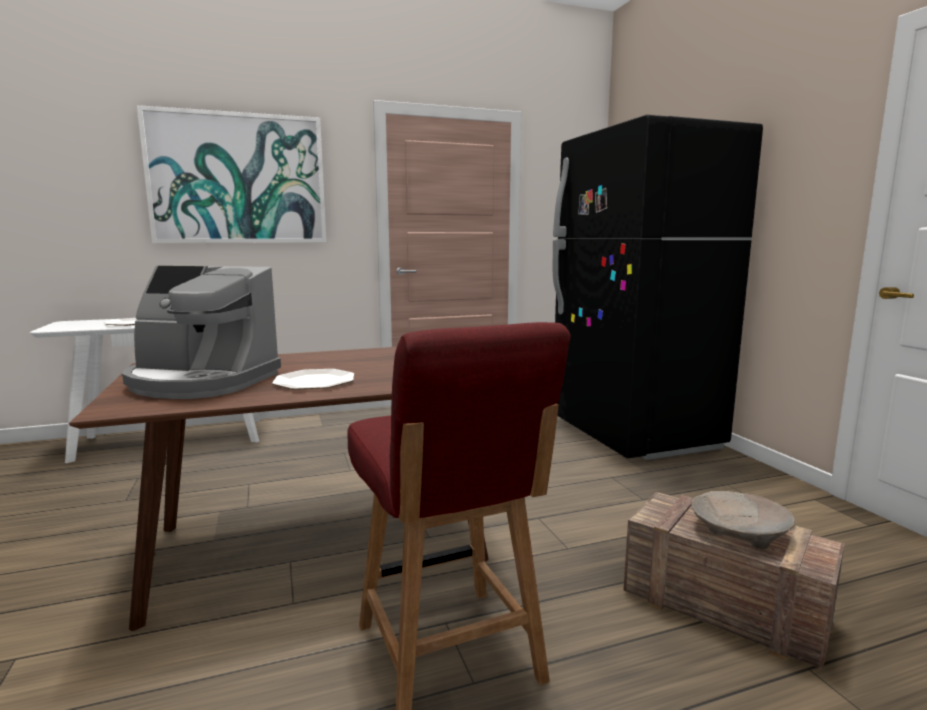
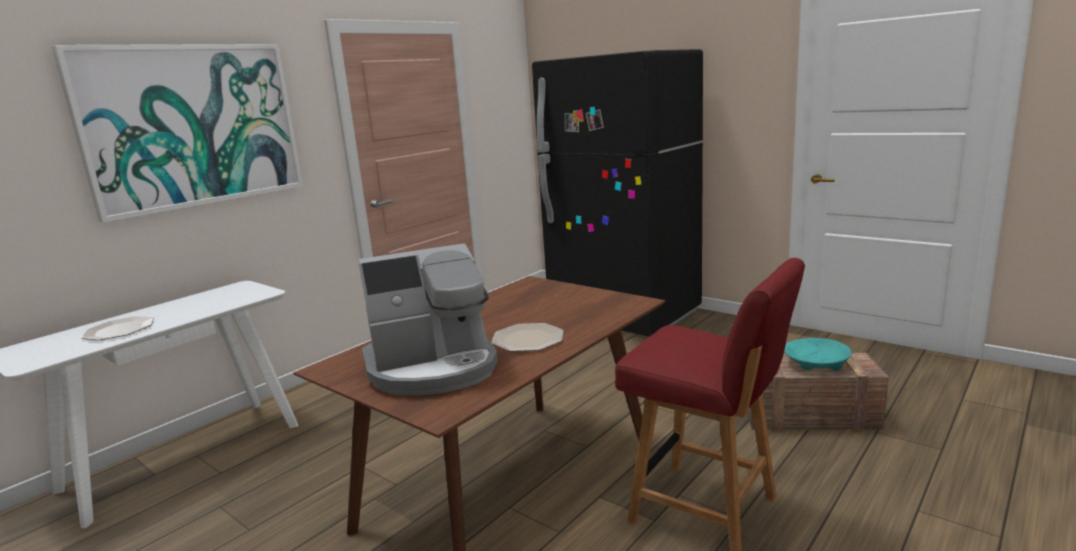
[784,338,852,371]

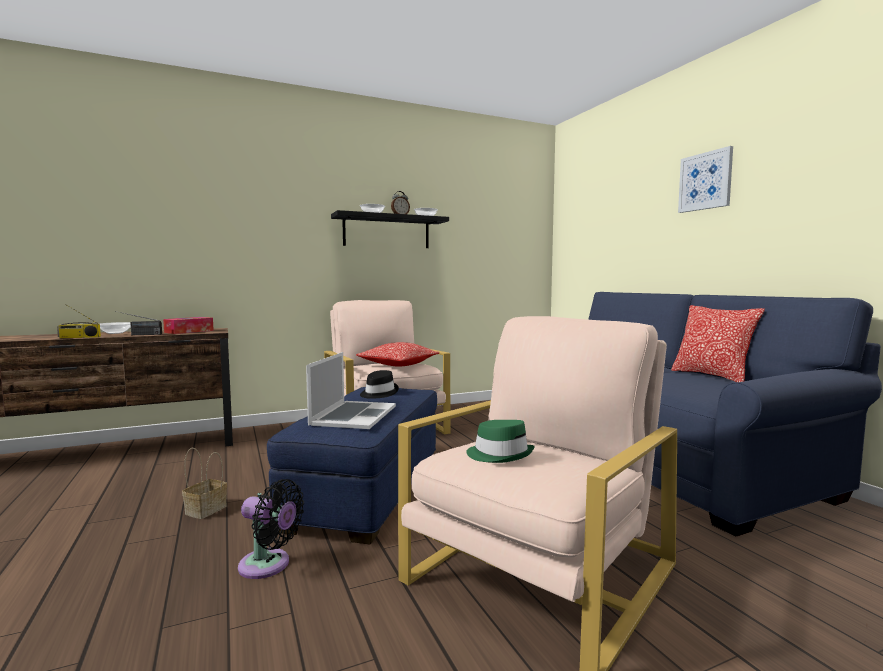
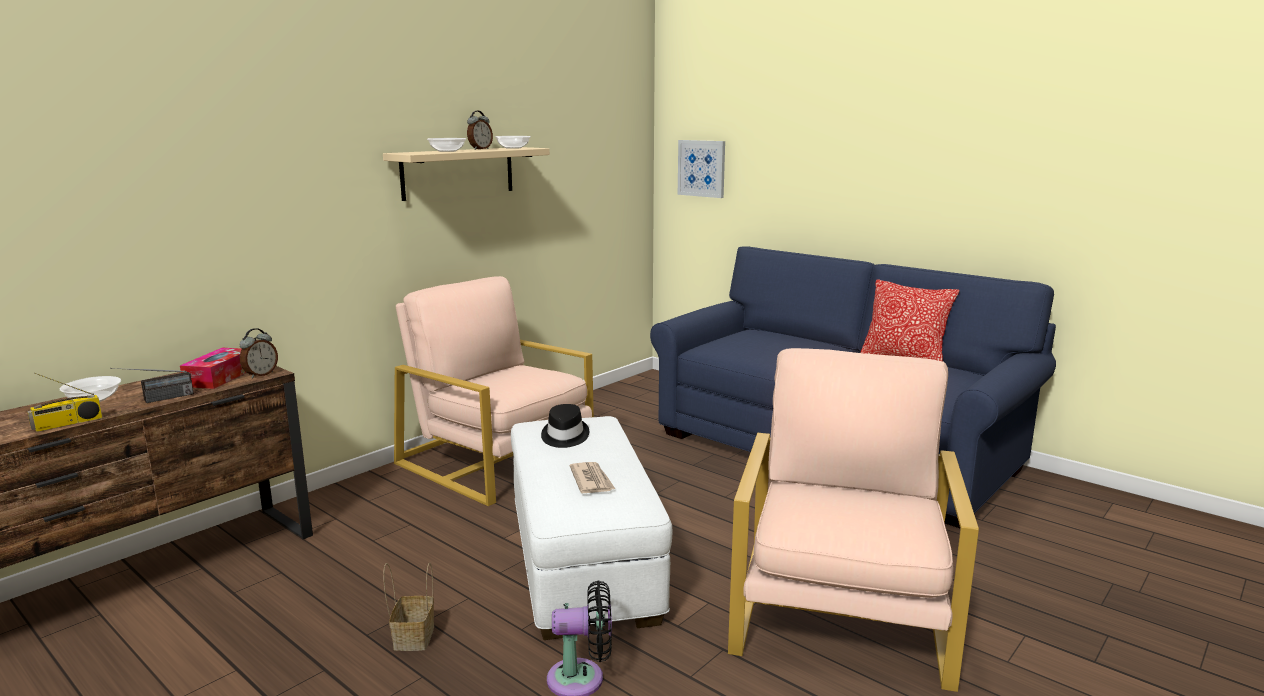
[240,328,278,379]
[383,147,550,201]
[511,416,673,640]
[570,462,615,493]
[678,140,725,198]
[356,342,439,367] (first image)
[466,420,535,463] (first image)

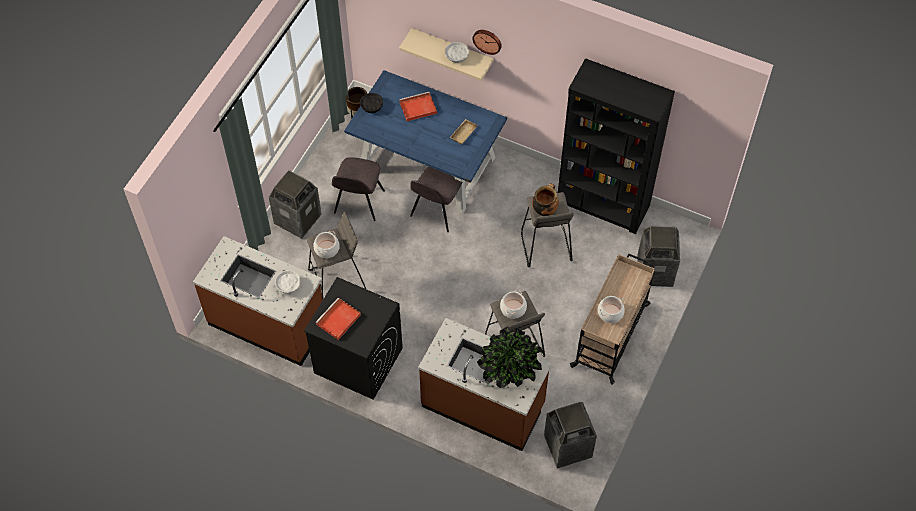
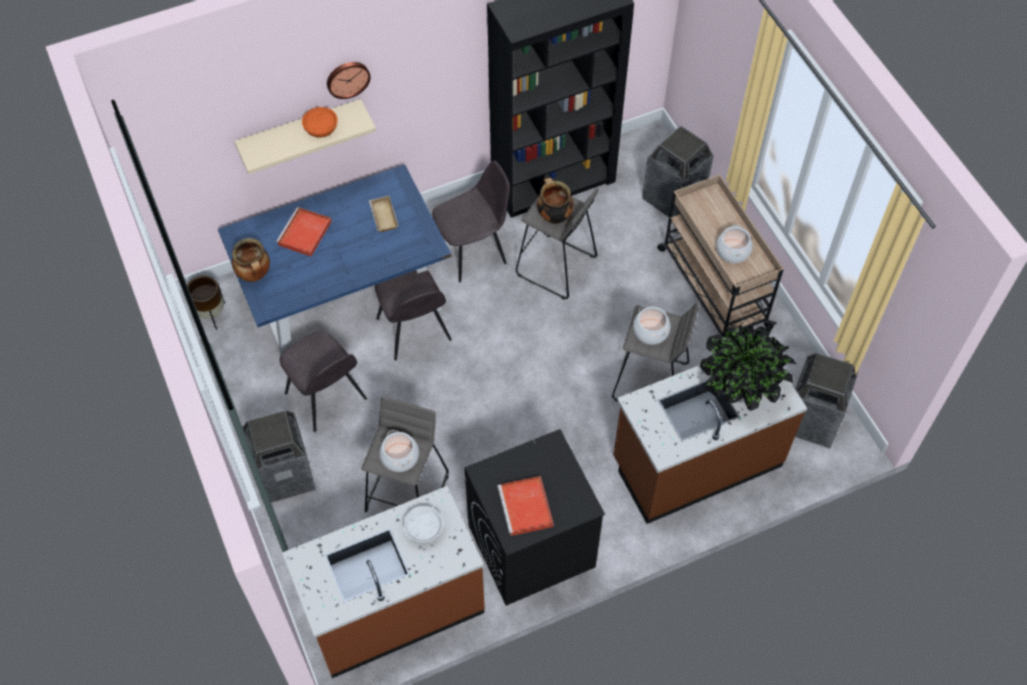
[232,238,270,282]
[302,107,338,137]
[432,160,510,282]

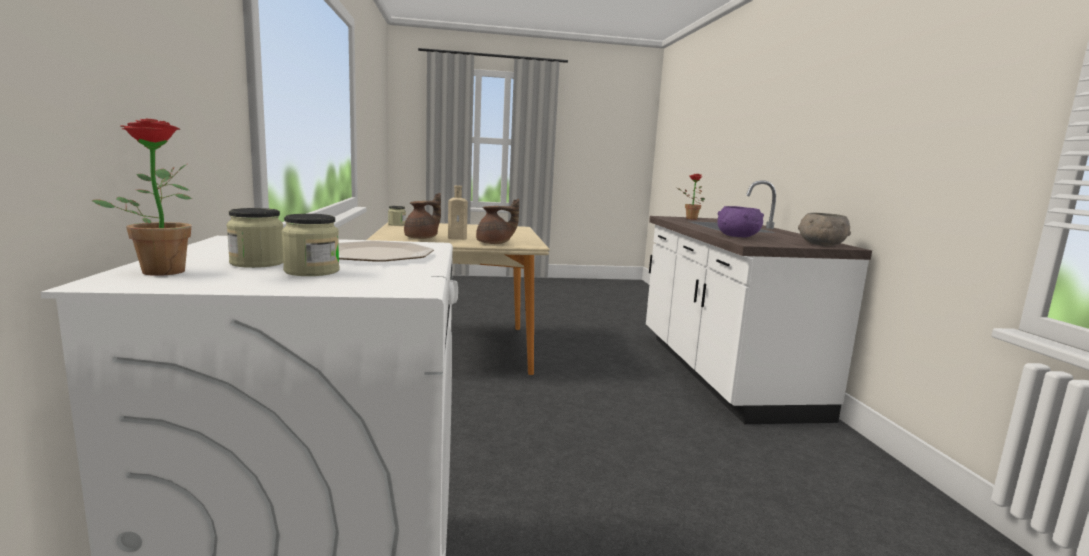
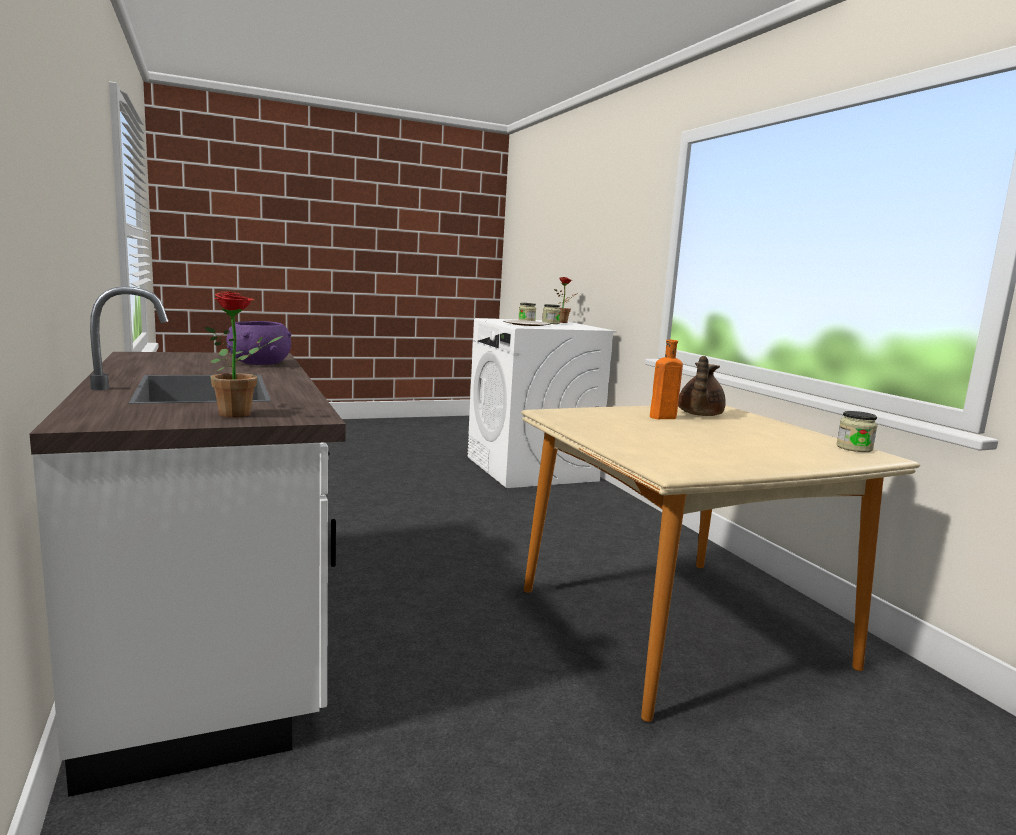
[650,340,683,419]
[476,199,519,244] (first image)
[798,213,851,246] (first image)

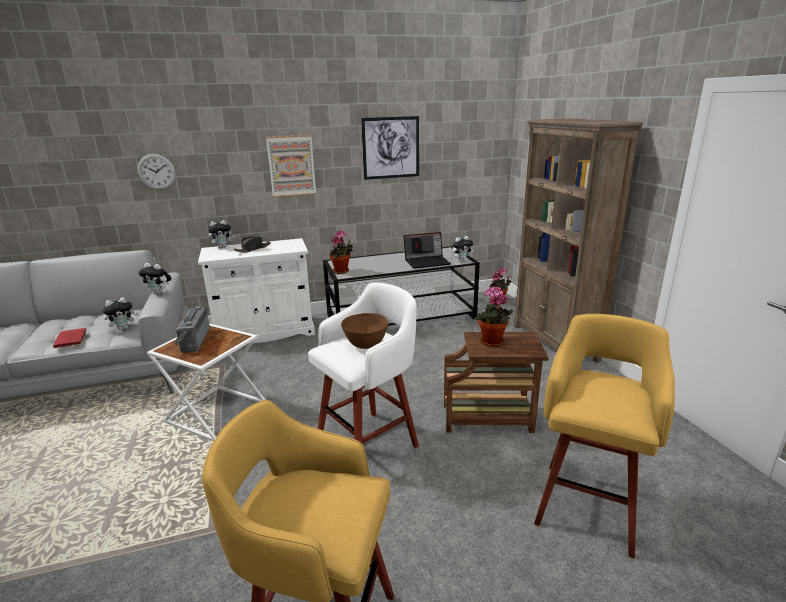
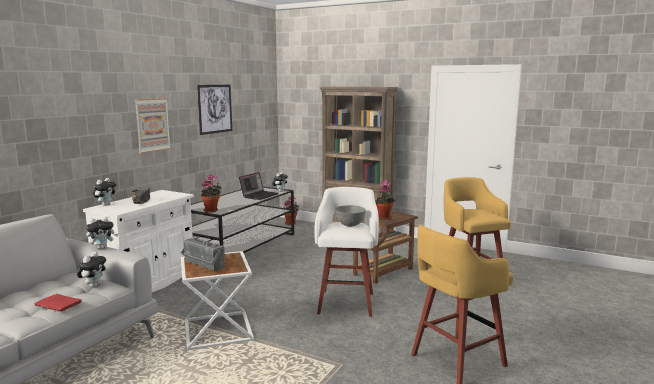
[335,205,366,227]
[137,154,176,190] (first image)

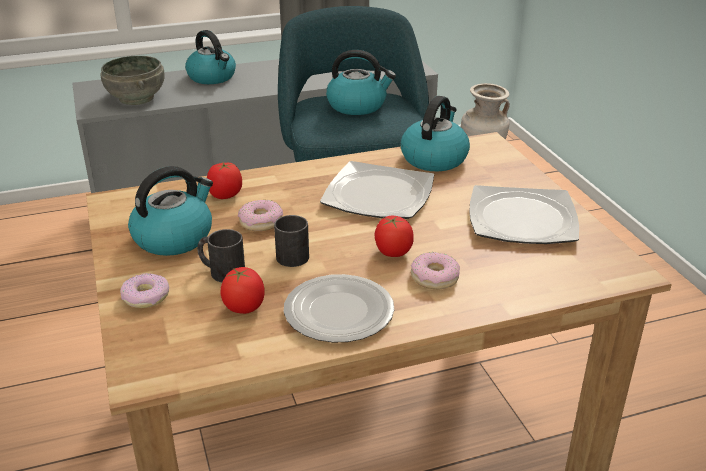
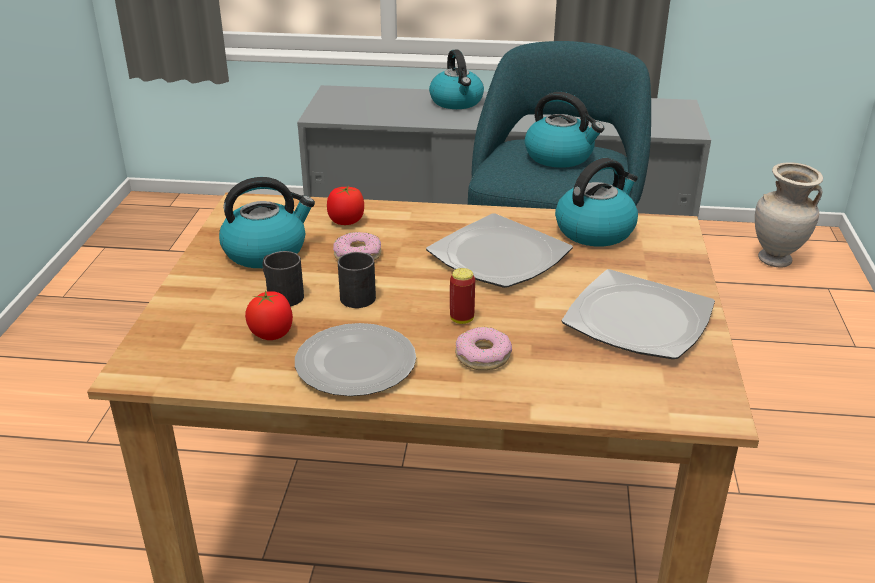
[450,268,475,324]
[101,56,165,105] (first image)
[120,273,169,308] (first image)

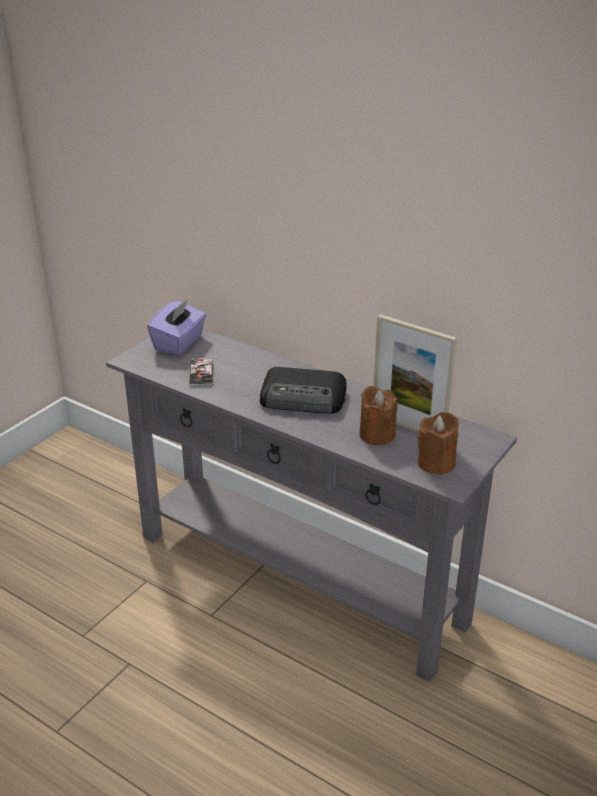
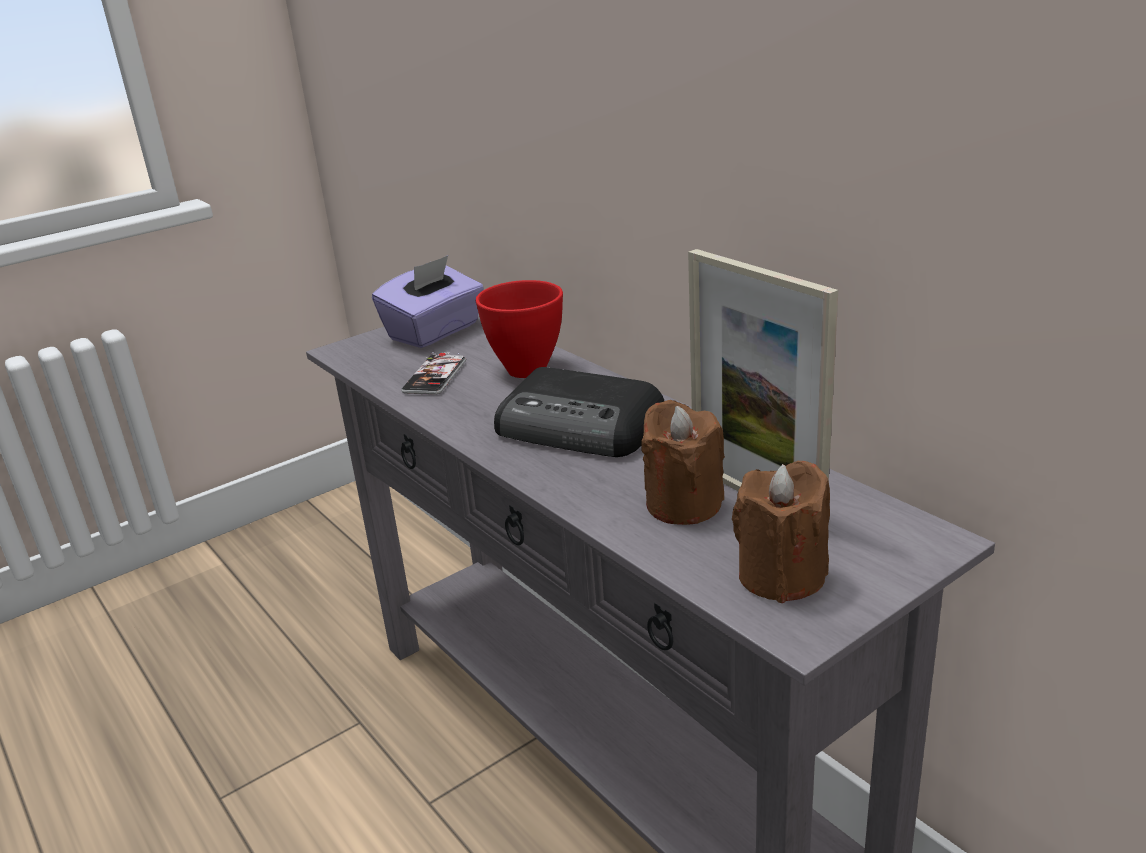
[476,280,563,378]

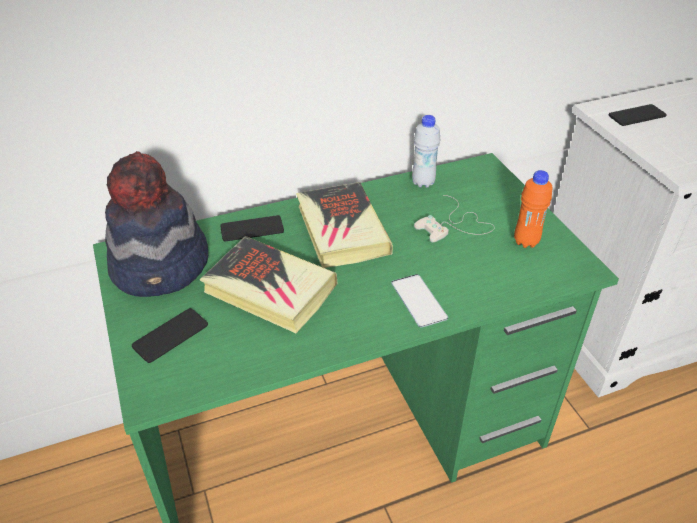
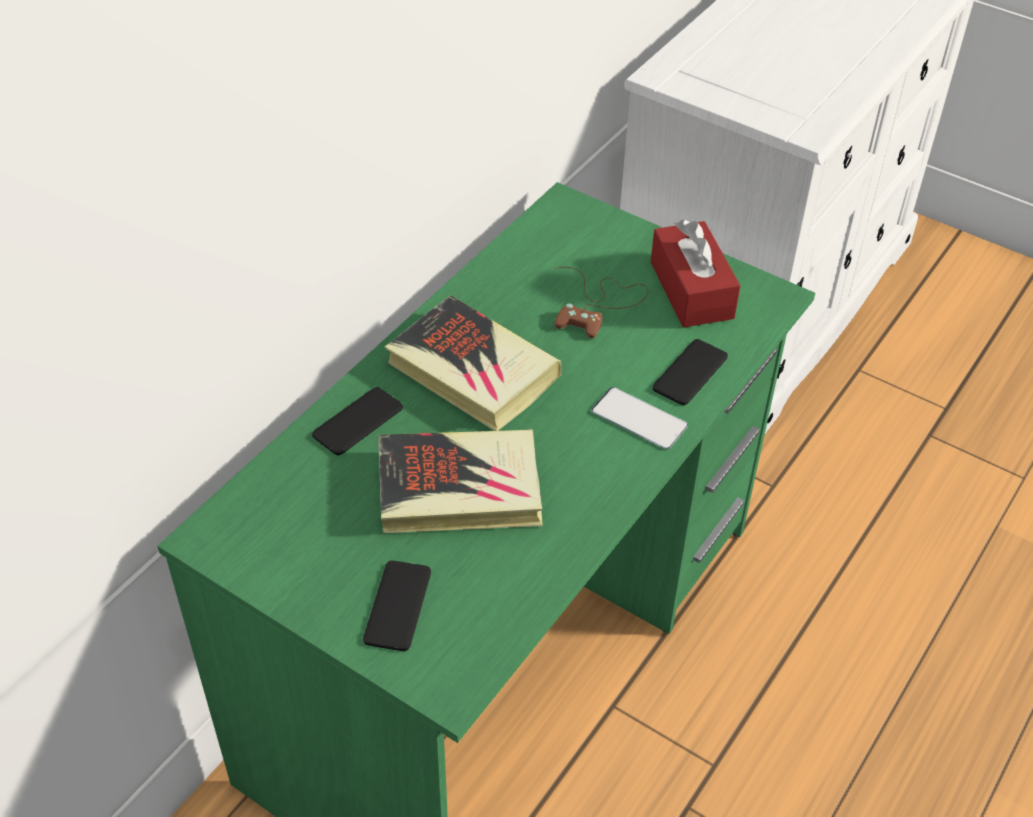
[554,267,648,339]
[651,220,740,328]
[653,339,728,405]
[105,151,208,297] (first image)
[412,115,440,188] (first image)

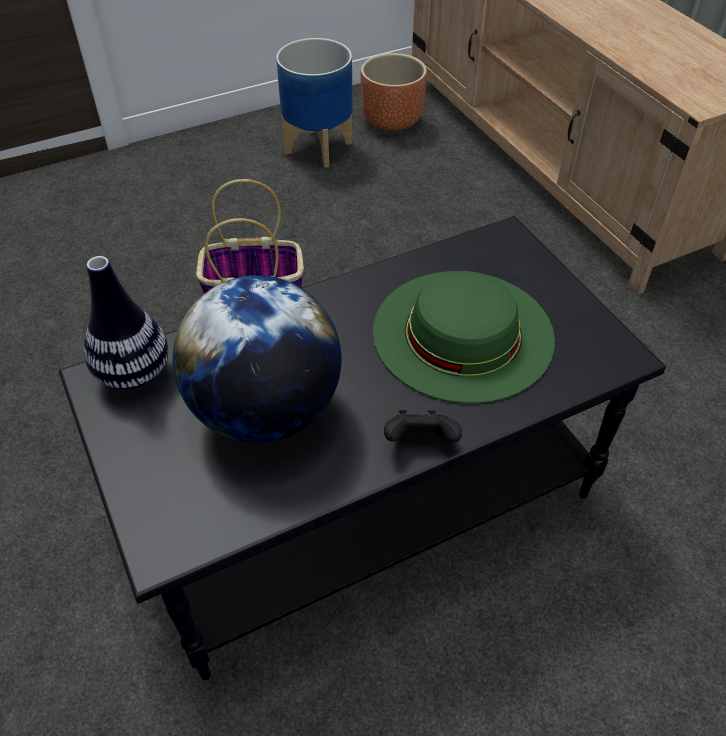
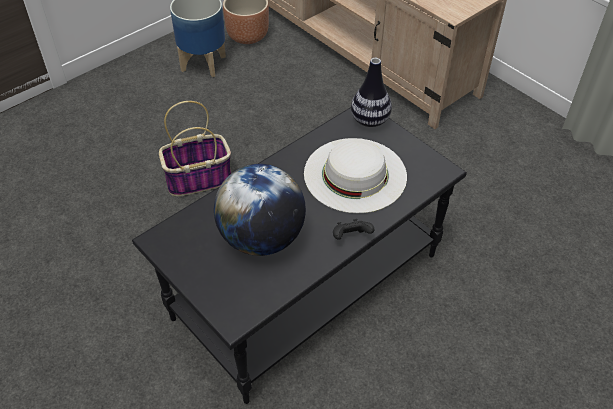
[304,138,407,213]
[351,58,392,127]

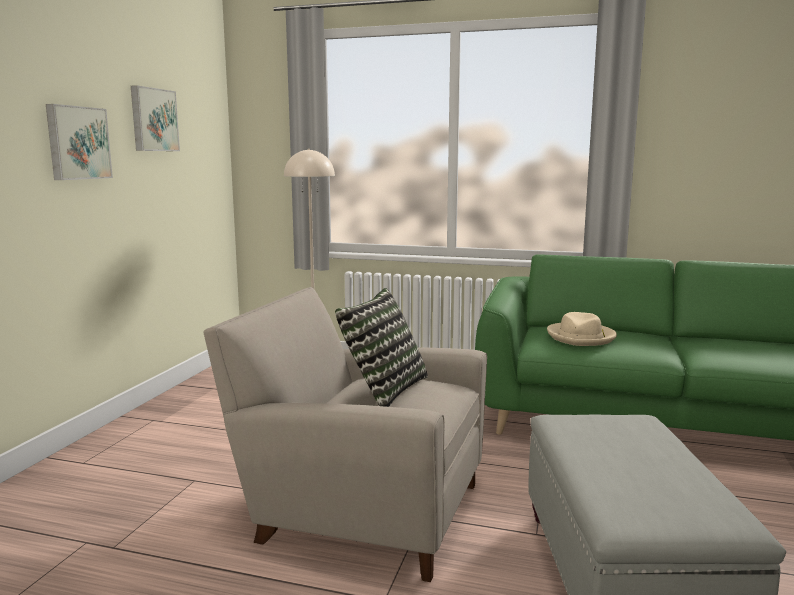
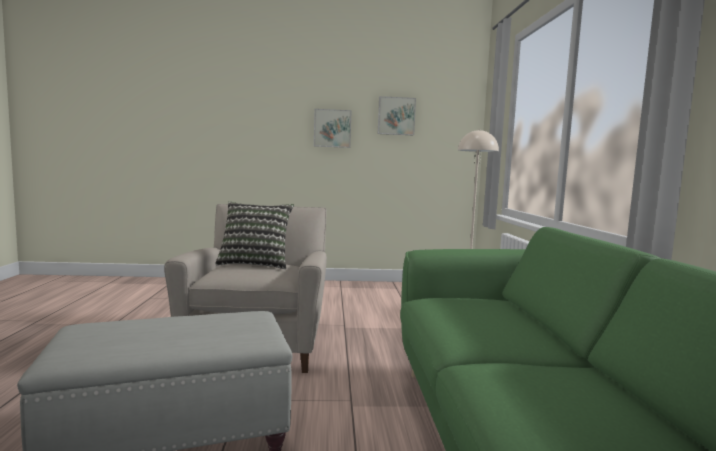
[547,312,617,346] (first image)

